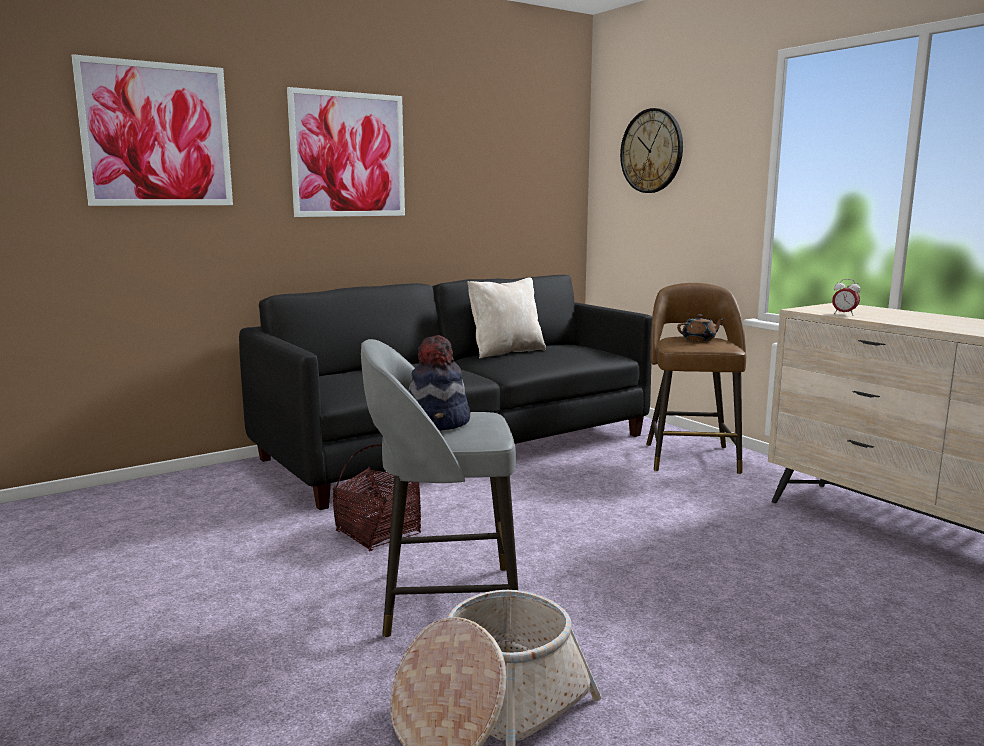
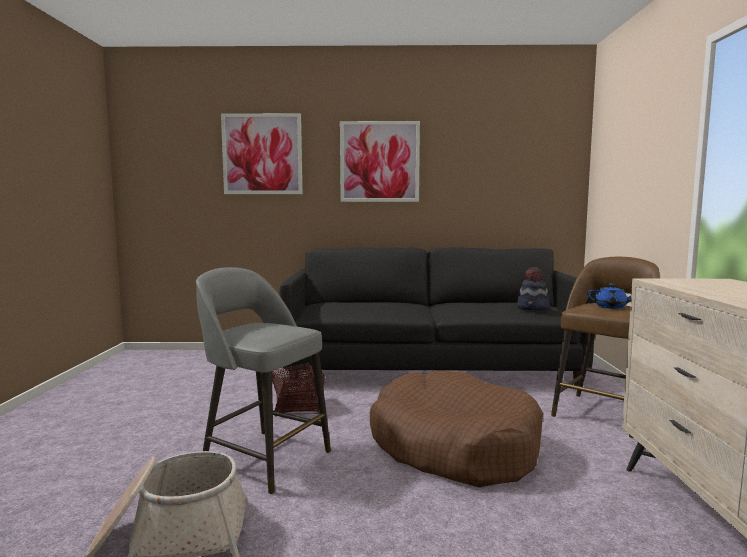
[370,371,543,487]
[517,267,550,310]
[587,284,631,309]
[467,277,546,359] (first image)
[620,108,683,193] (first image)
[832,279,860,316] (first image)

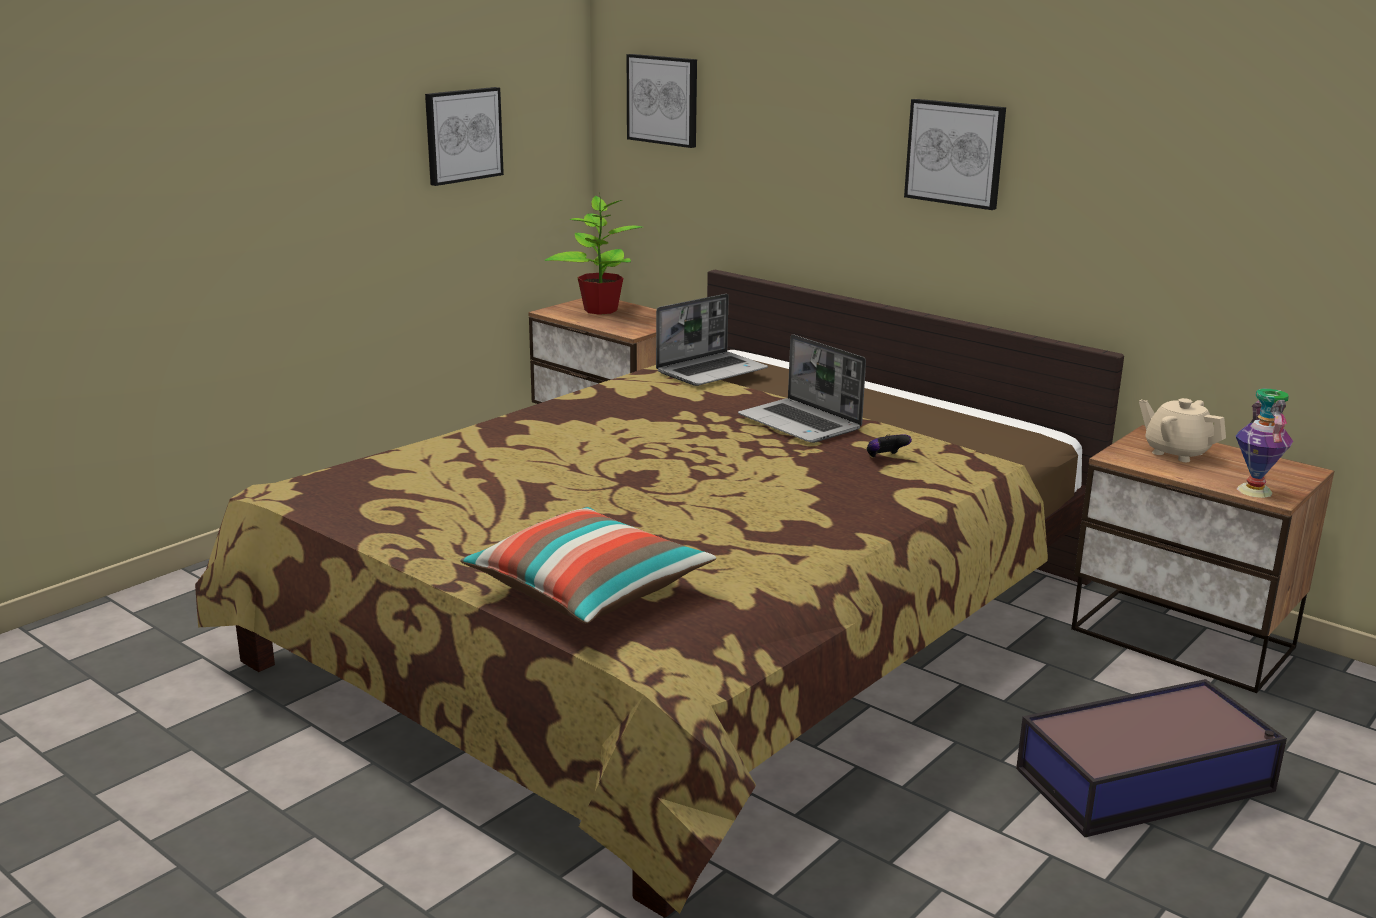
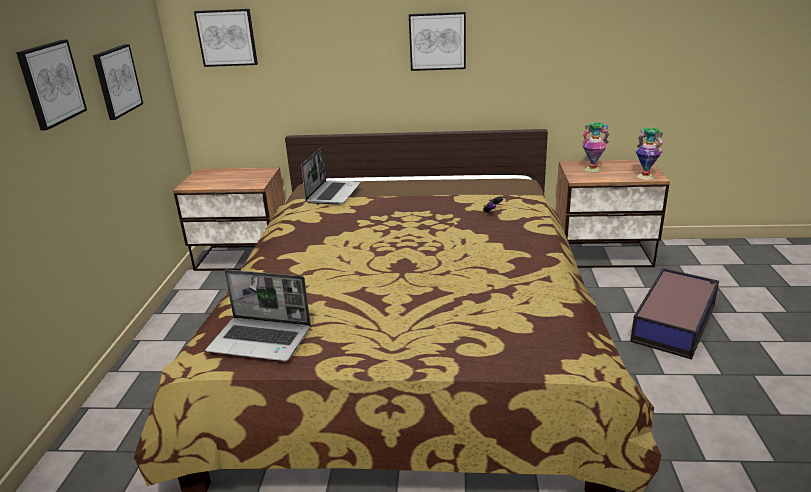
[16,40,87,130]
[206,270,311,361]
[582,122,609,172]
[460,507,716,624] (first image)
[545,193,642,315] (first image)

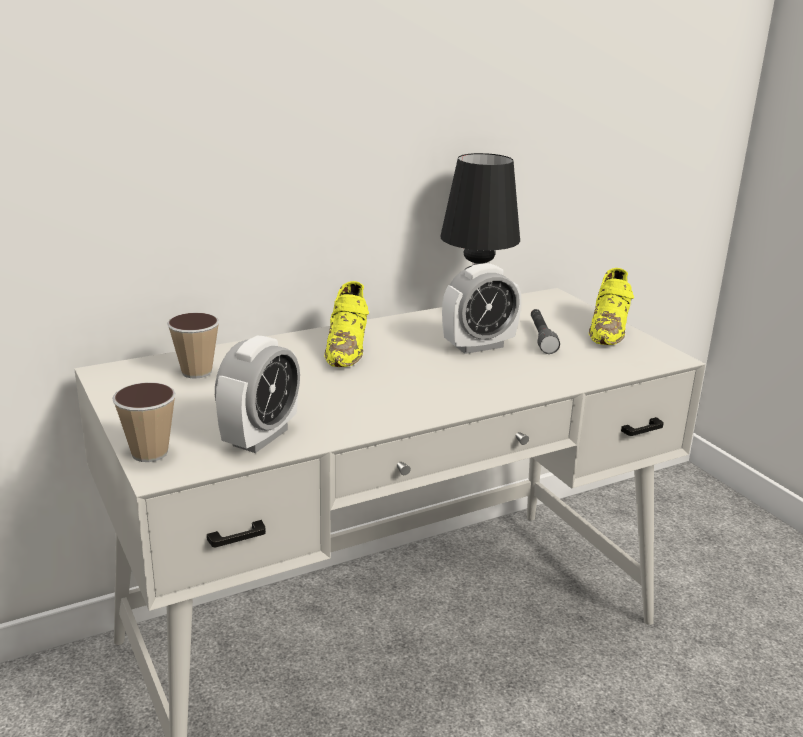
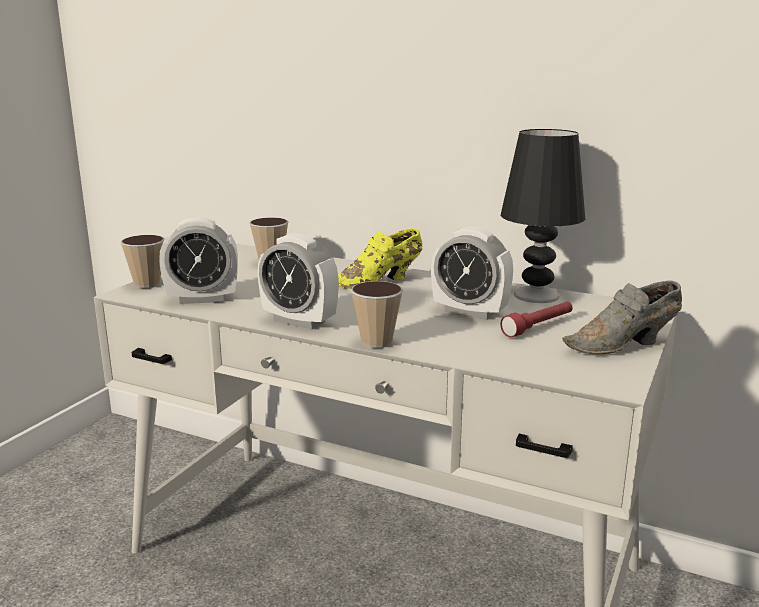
[258,233,339,330]
[350,281,403,348]
[500,302,573,337]
[562,281,682,354]

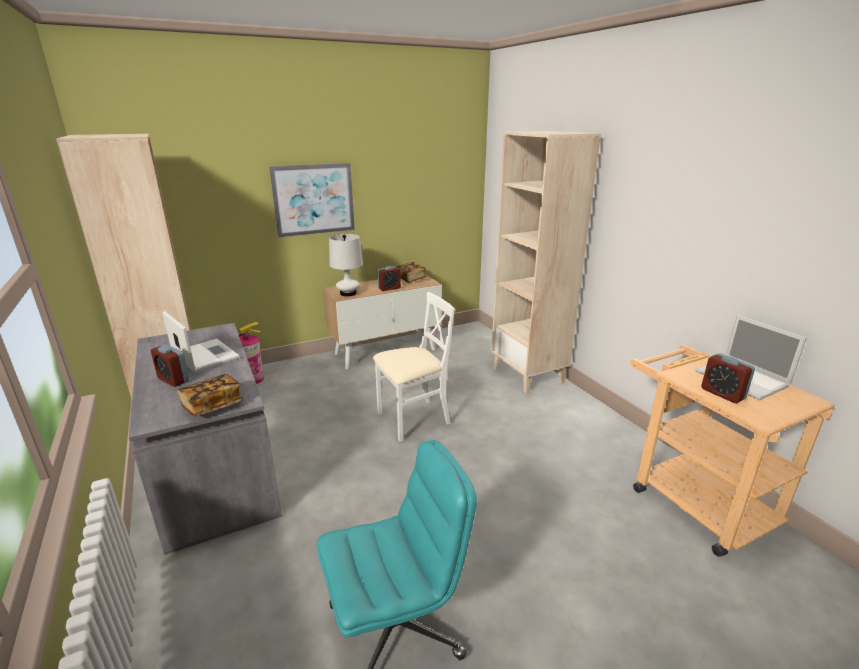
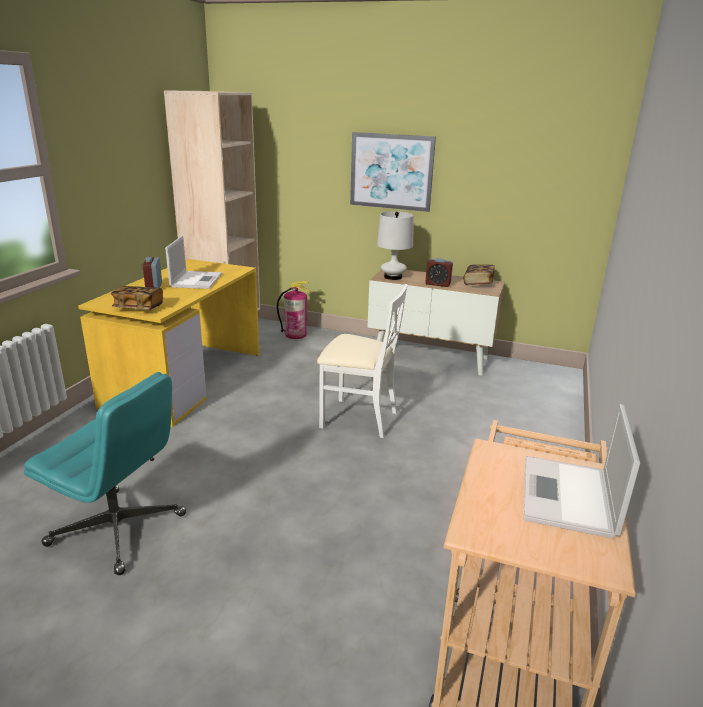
[78,259,259,427]
[491,131,601,394] (first image)
[701,353,755,403] (first image)

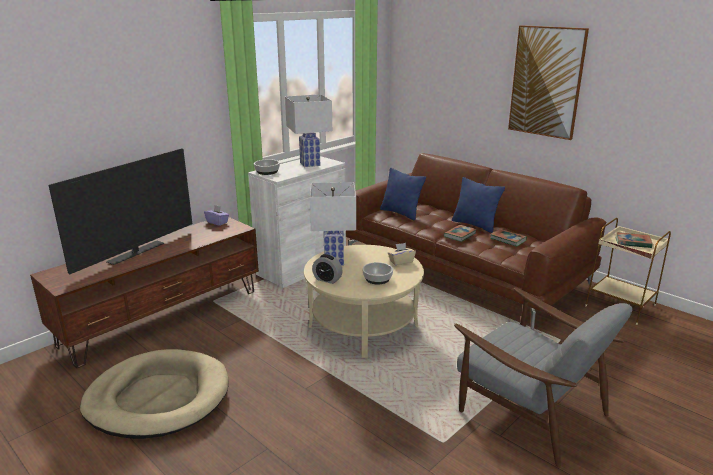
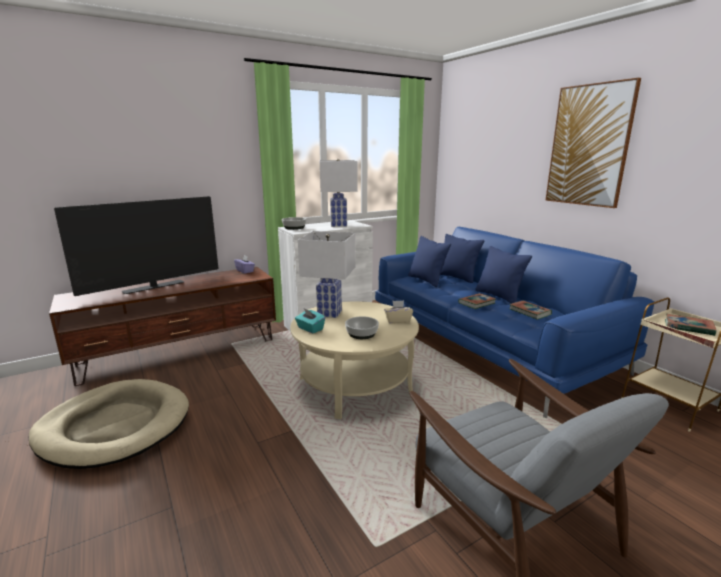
[295,309,325,333]
[375,227,654,418]
[440,234,484,283]

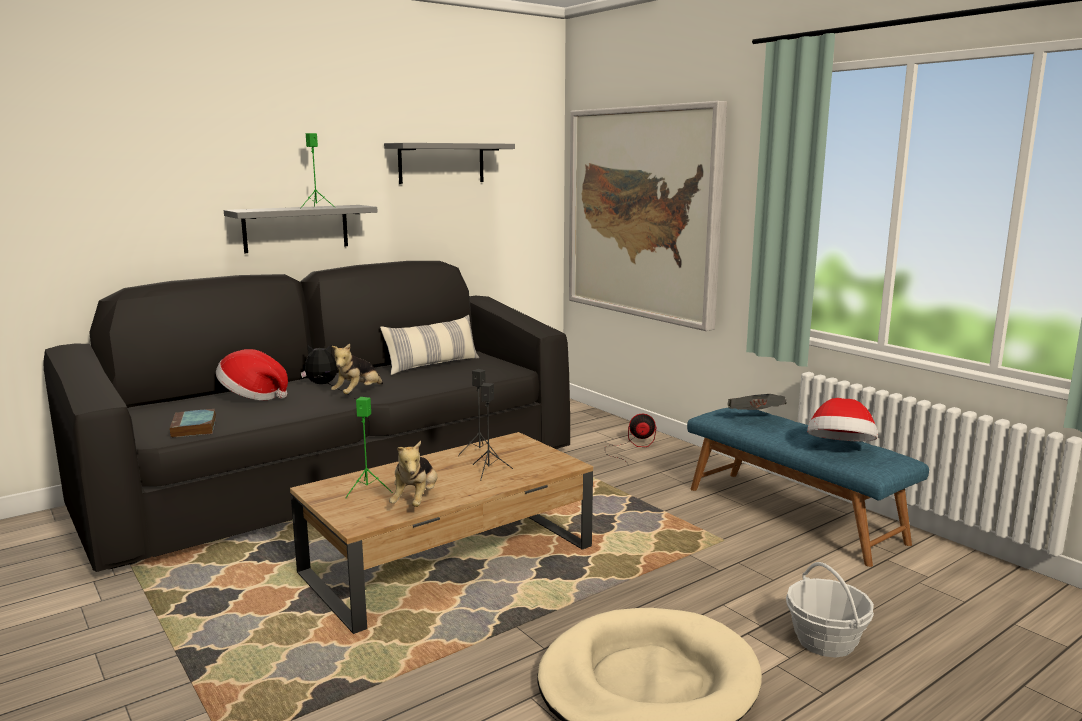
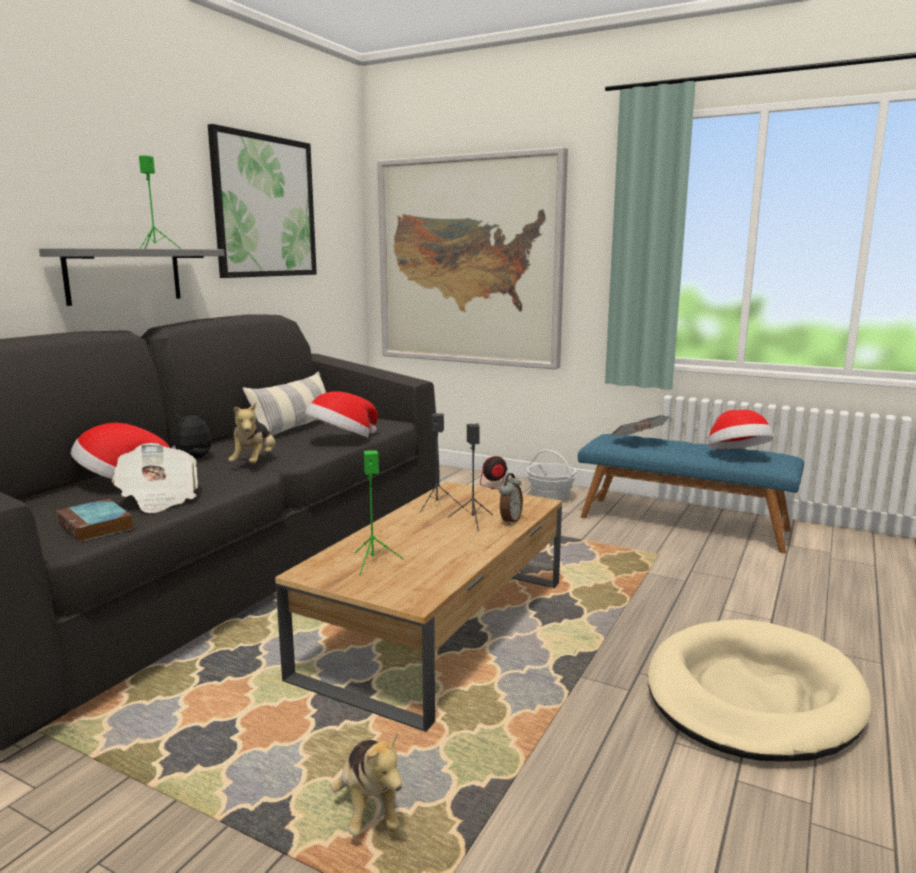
[112,443,198,513]
[208,124,317,278]
[305,391,378,438]
[330,731,402,836]
[499,473,523,525]
[526,449,577,501]

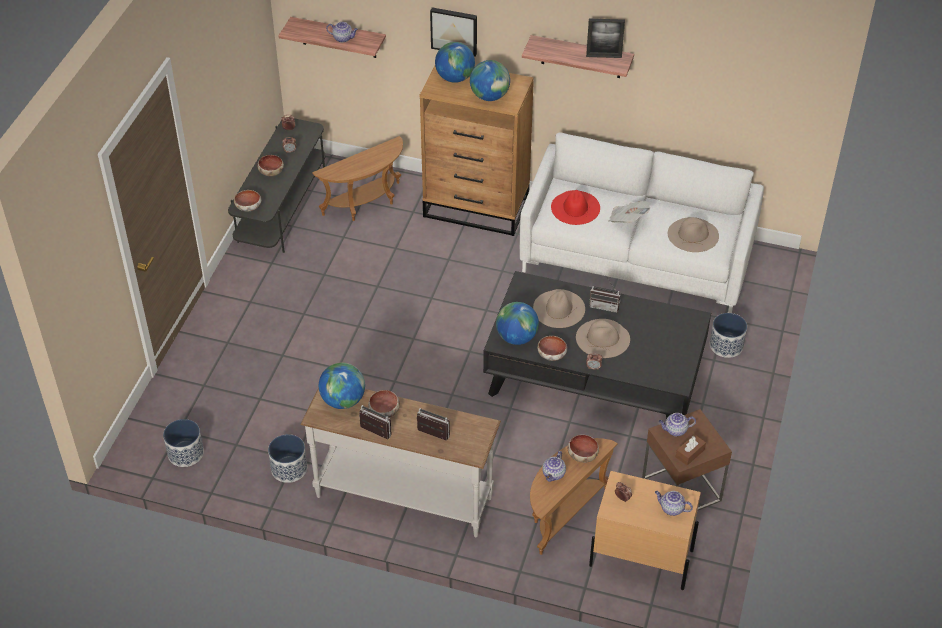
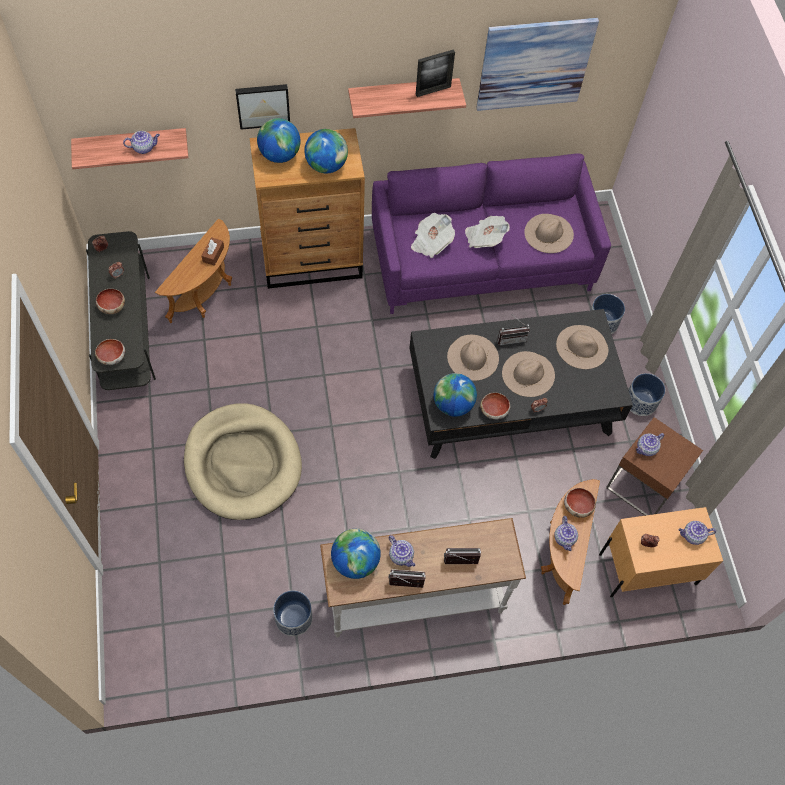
[184,403,302,520]
[202,237,224,266]
[372,153,611,314]
[389,535,415,567]
[411,213,455,258]
[476,18,599,111]
[556,325,608,369]
[629,373,665,416]

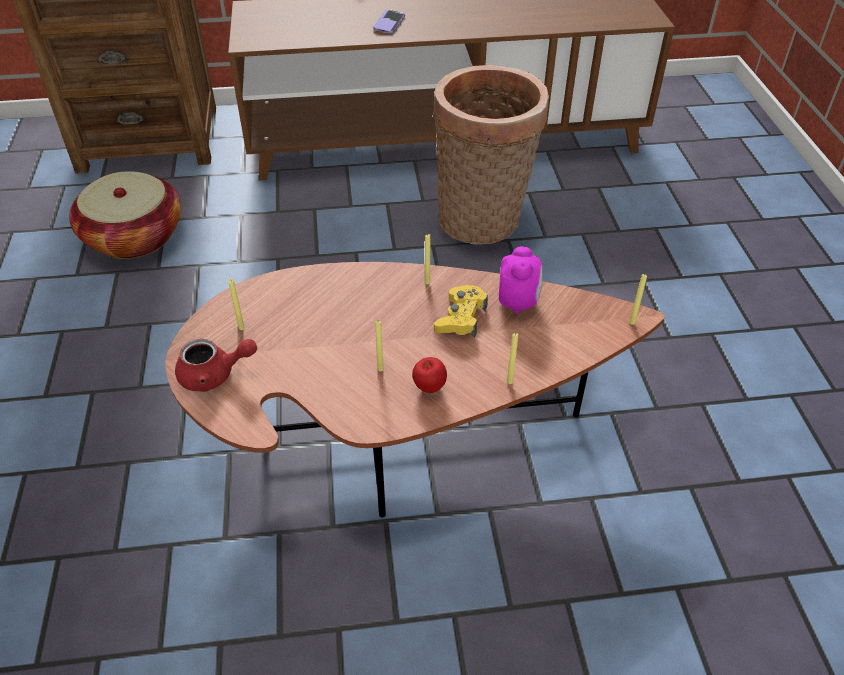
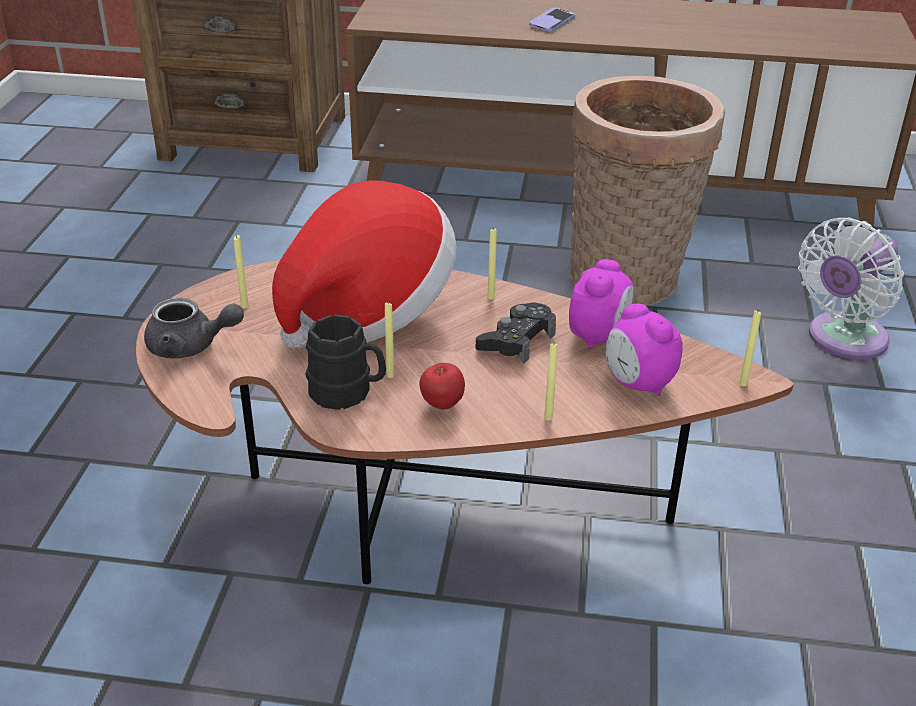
[144,298,244,359]
[272,180,457,349]
[305,315,386,410]
[476,302,556,364]
[606,303,682,396]
[798,217,904,360]
[69,171,182,259] (first image)

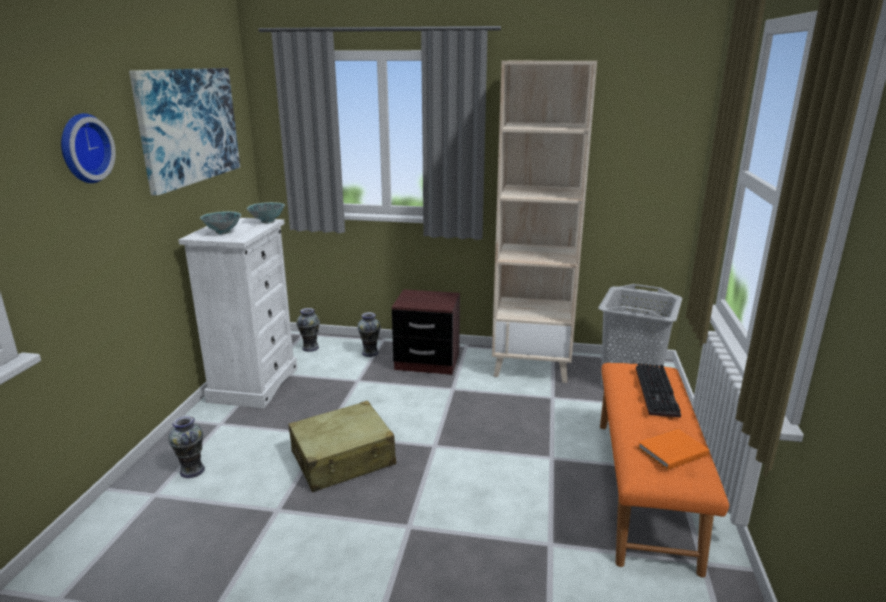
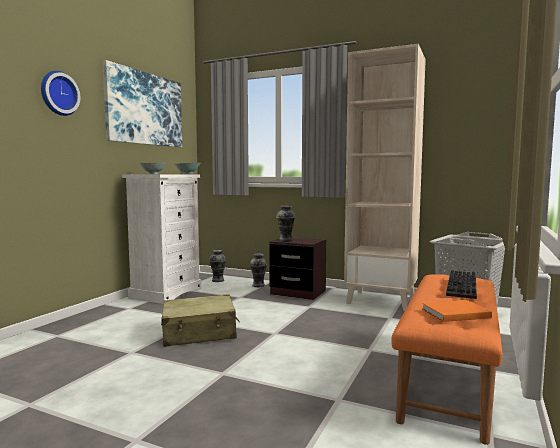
[276,206,295,242]

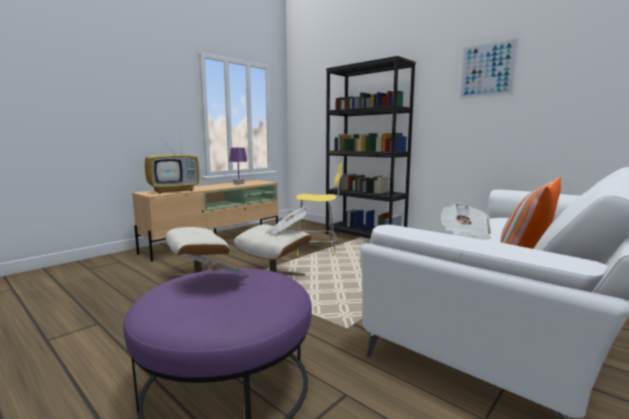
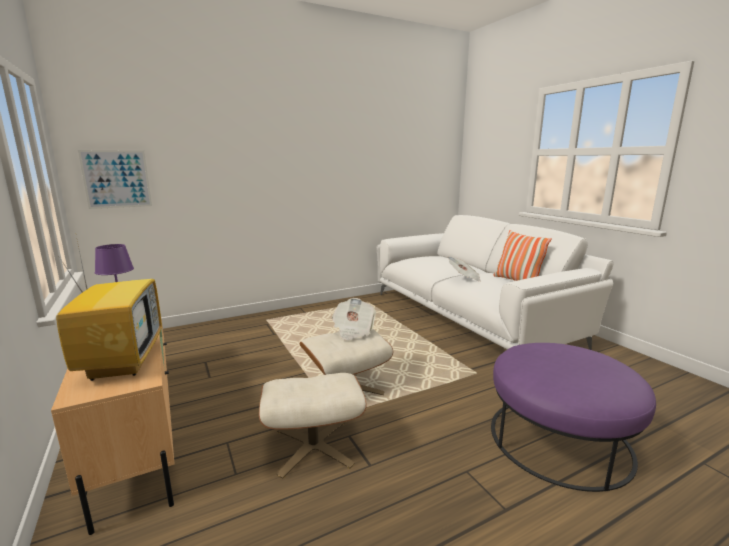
[78,150,152,209]
[178,254,251,274] (first image)
[296,163,343,256] (first image)
[326,56,416,239] (first image)

